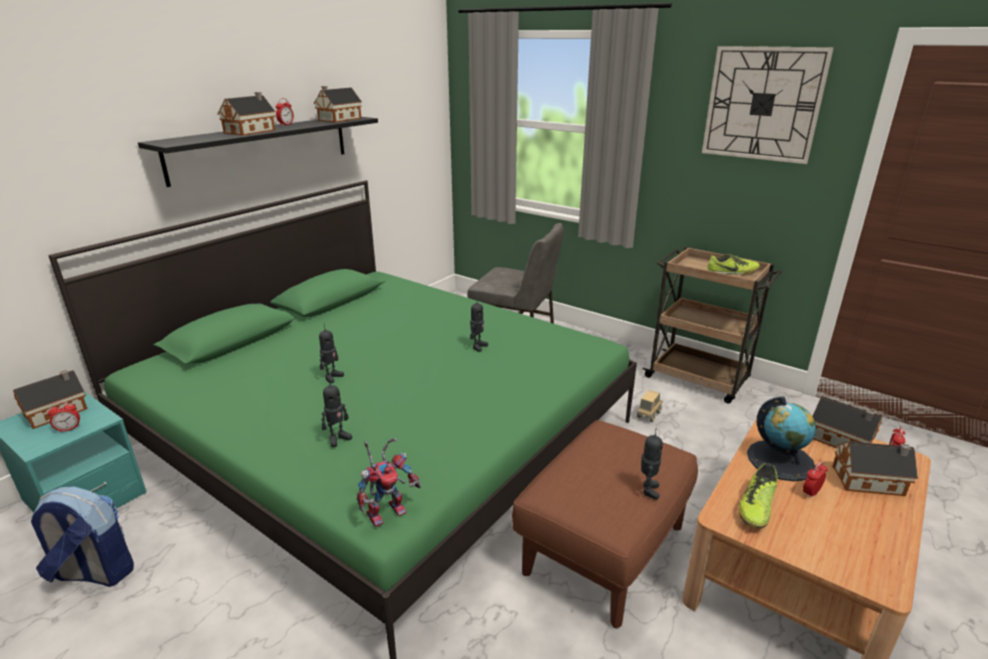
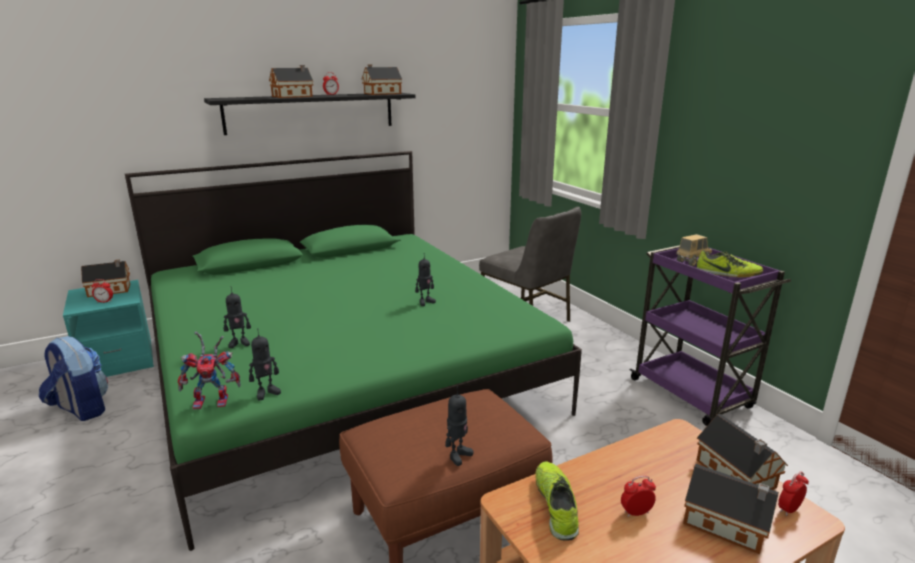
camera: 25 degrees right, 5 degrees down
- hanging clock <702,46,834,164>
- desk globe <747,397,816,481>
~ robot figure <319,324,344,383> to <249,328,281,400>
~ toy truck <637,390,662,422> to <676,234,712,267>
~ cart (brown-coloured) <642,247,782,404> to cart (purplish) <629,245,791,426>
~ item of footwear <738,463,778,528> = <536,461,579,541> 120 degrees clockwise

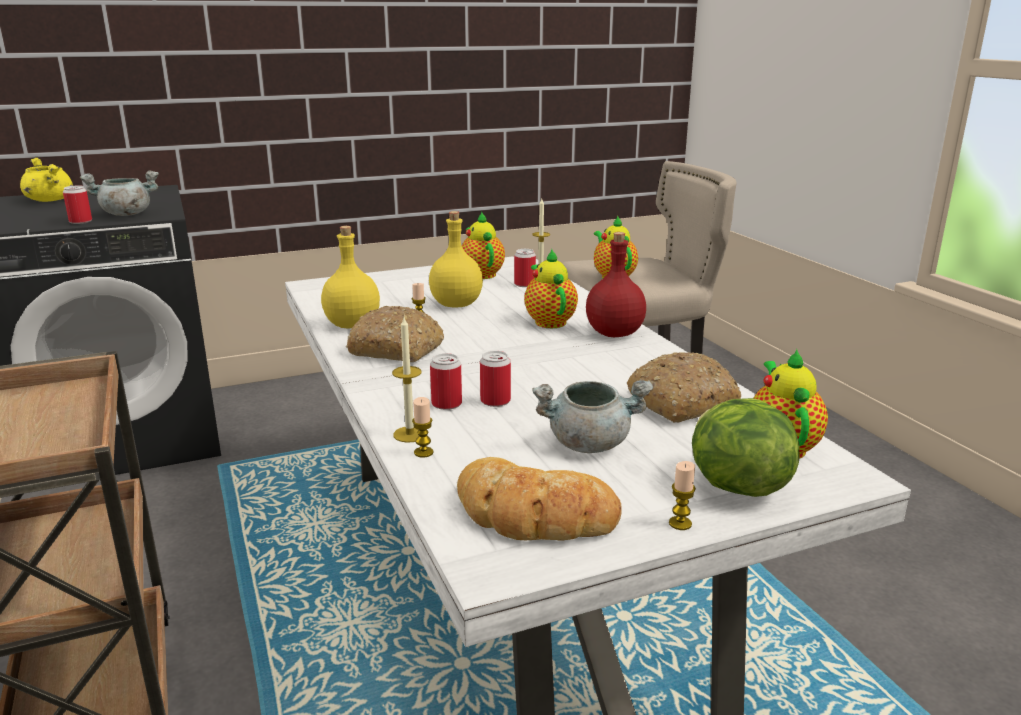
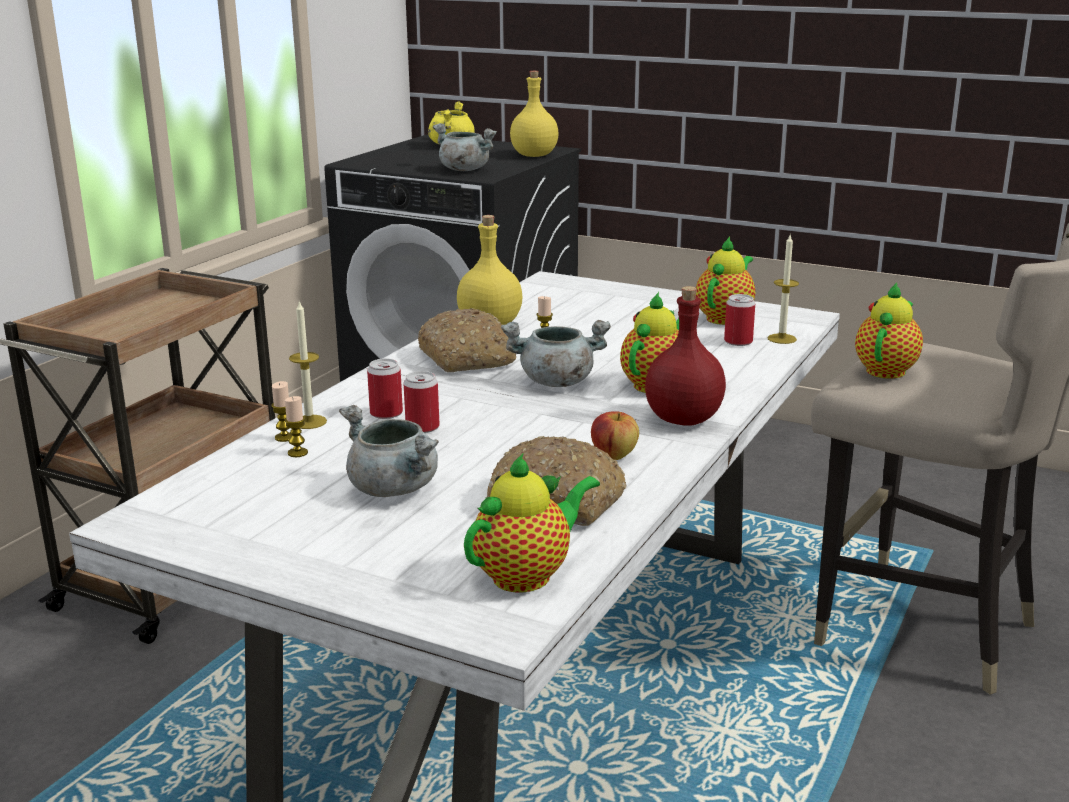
camera: 50 degrees right, 0 degrees up
- metal can <63,185,92,224>
- baked bread <457,457,622,541>
- lettuce head <692,398,799,497>
+ stockpot (gray) <501,320,611,387>
+ apple fruit <591,411,639,460>
~ beverage bottle (yellow) <429,211,483,307> to <510,71,559,157>
~ wax light <669,461,696,530> to <284,396,308,457>

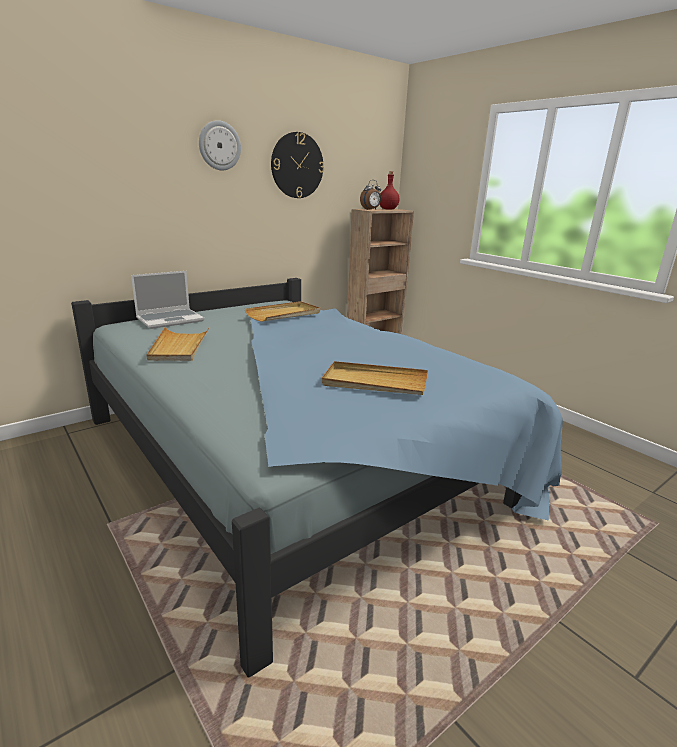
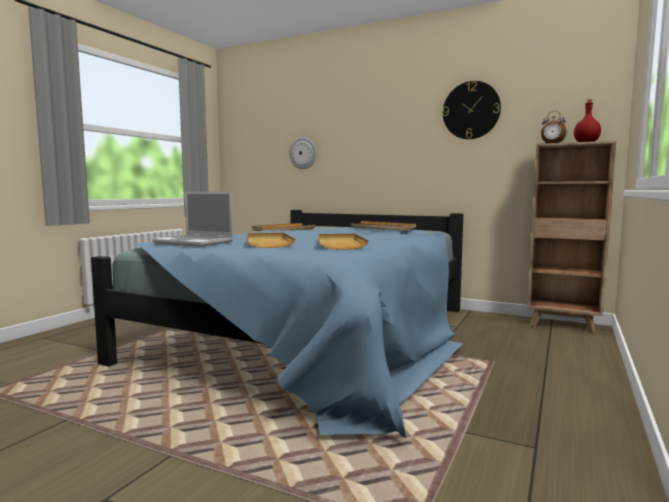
camera: 65 degrees right, 15 degrees down
+ serving tray (beige) <318,234,369,250>
~ laptop <131,271,204,329> to <153,192,233,247>
~ hanging clock <199,120,241,170> to <289,137,317,169>

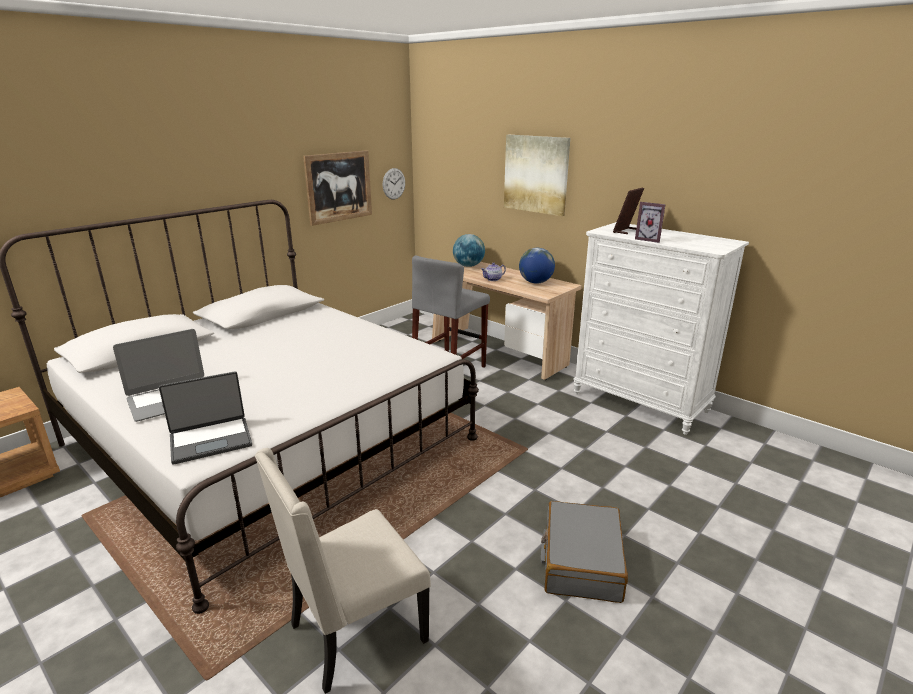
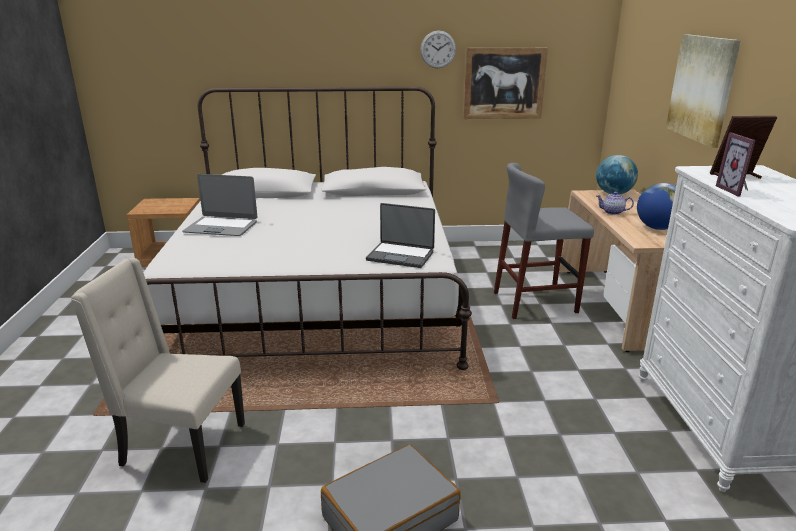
camera: 45 degrees right, 0 degrees up
~ laptop <159,371,252,465> to <366,203,435,268>
~ hanging clock <383,168,405,199> to <420,31,456,68>

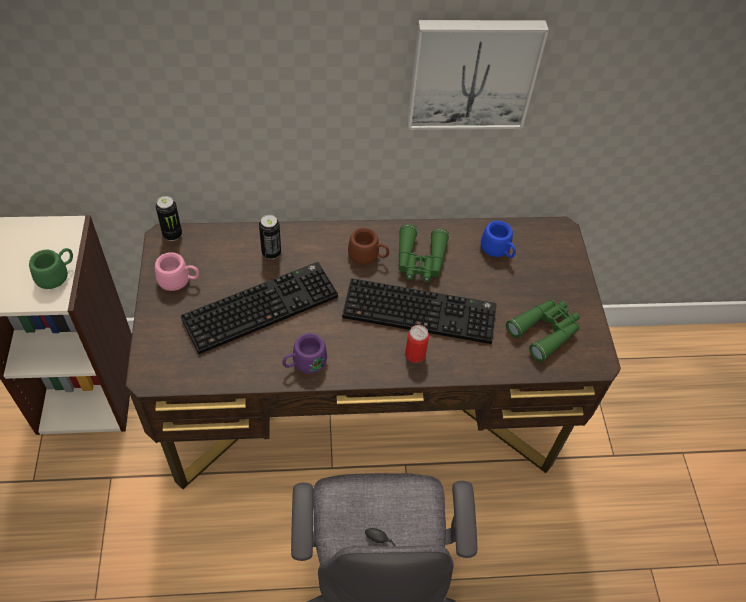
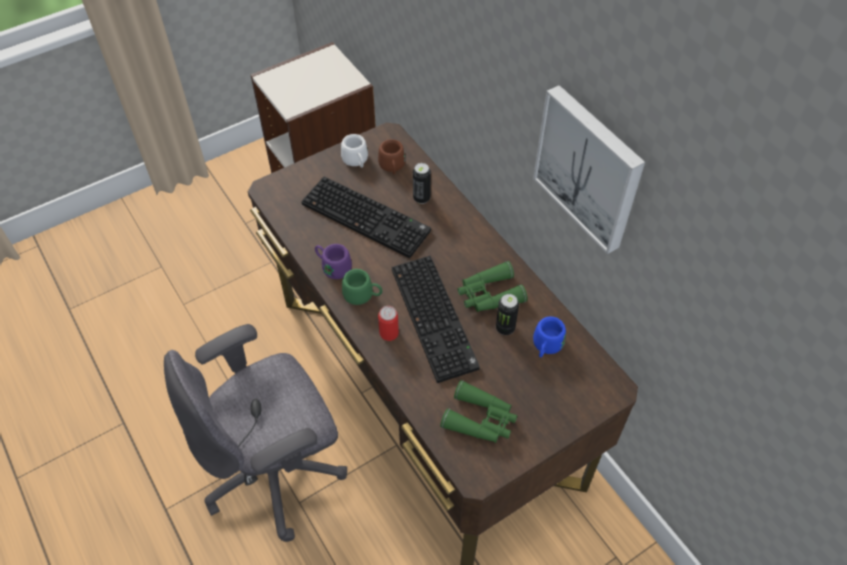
camera: 65 degrees right, 0 degrees up
~ mug (green-coloured) <29,248,73,289> to <342,269,382,305>
~ metal can <156,196,182,241> to <496,294,519,335>
~ mug (brown-coloured) <348,228,389,265> to <378,139,405,174>
~ mug (pink-coloured) <155,252,199,291> to mug (white) <341,134,368,168>

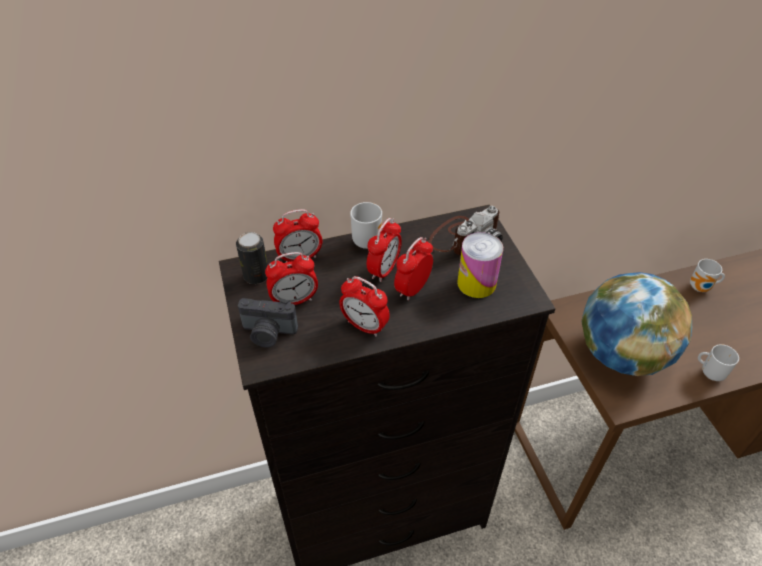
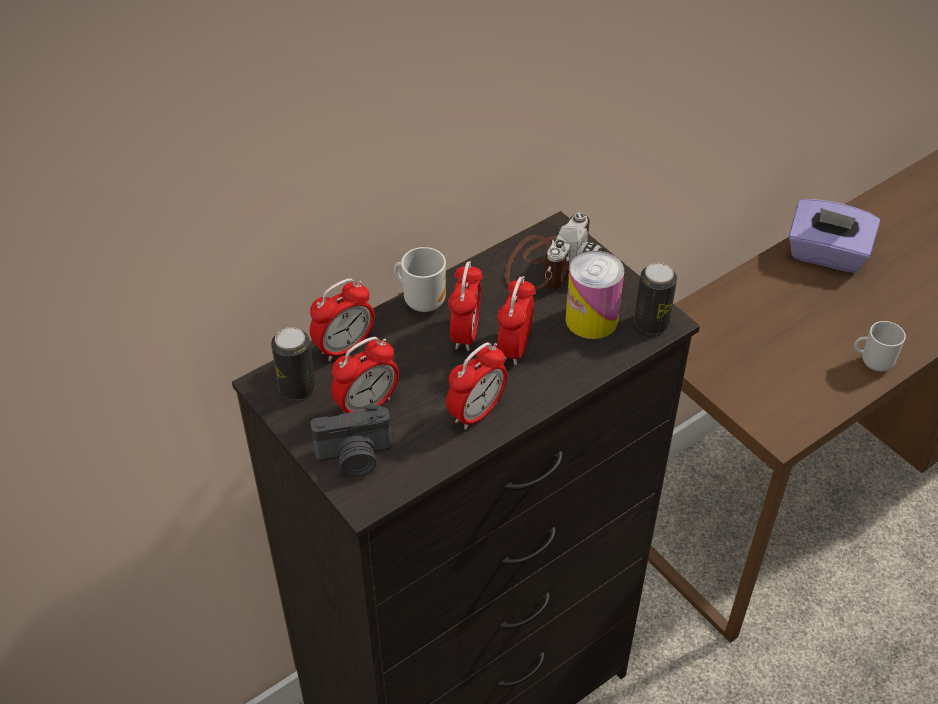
camera: 20 degrees left, 0 degrees up
- desk globe <581,272,692,376>
+ metal can <634,263,677,334>
~ mug <690,259,725,292> to tissue holder (purplish) <789,199,880,273>
~ bedside clock <339,276,390,337> = <446,342,507,430> 60 degrees counterclockwise

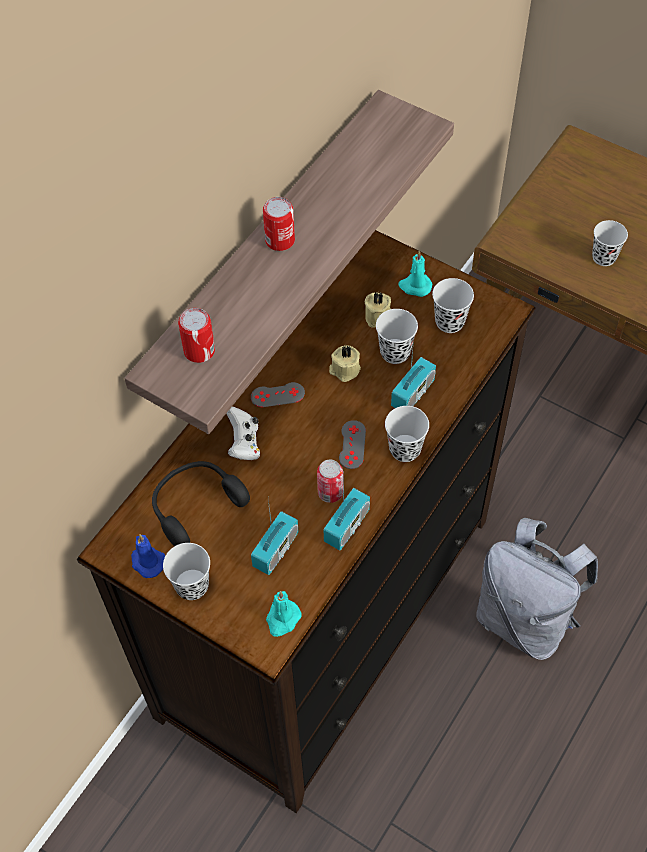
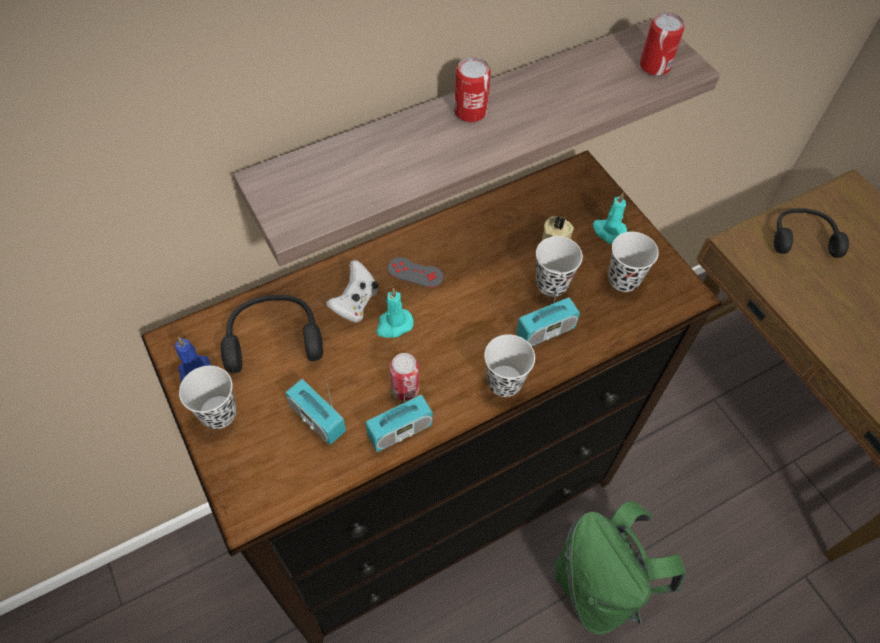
camera: 25 degrees right, 0 degrees up
- wax light (beige) <329,345,361,382>
- game controller (gray) <339,420,366,469>
- drinking cup (black-coloured) <592,220,628,266>
+ headphones (black-coloured) <774,208,849,258>
~ metal can <178,308,215,363> to <640,12,684,76>
~ wax light (turquoise) <266,591,302,637> to <376,288,413,338>
~ knapsack (gray) <476,518,598,660> to knapsack (green-coloured) <554,501,686,635>
~ radio <251,499,298,575> = <285,377,346,445> 75 degrees clockwise

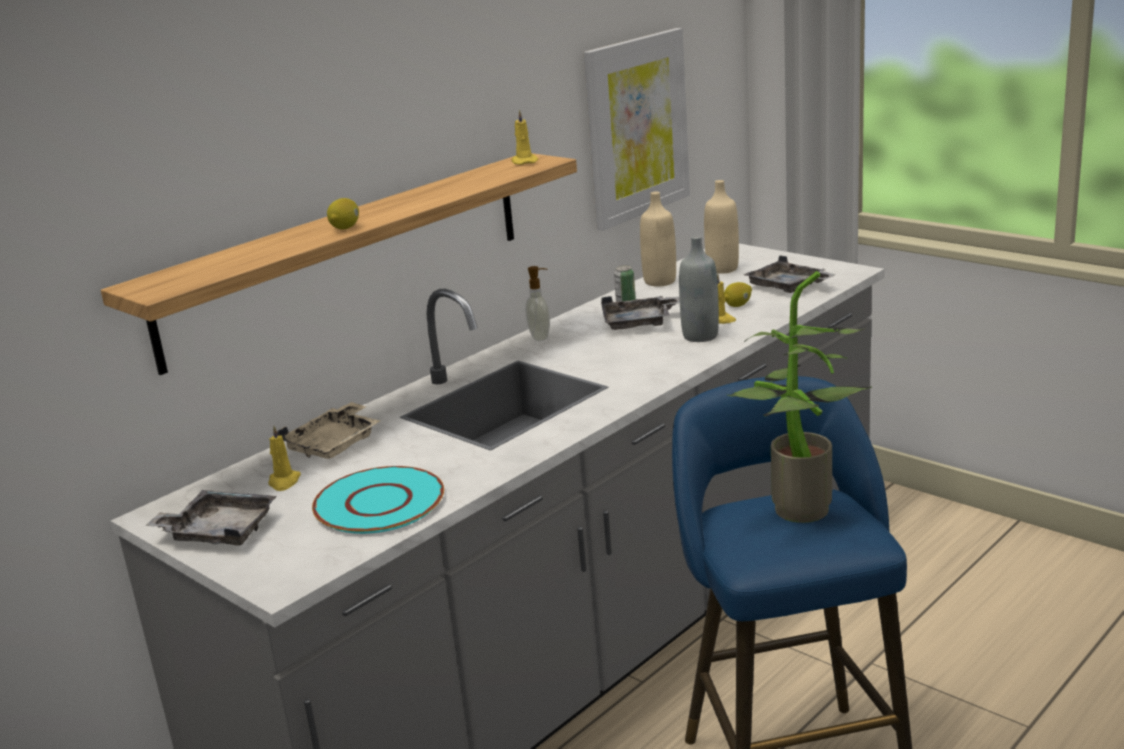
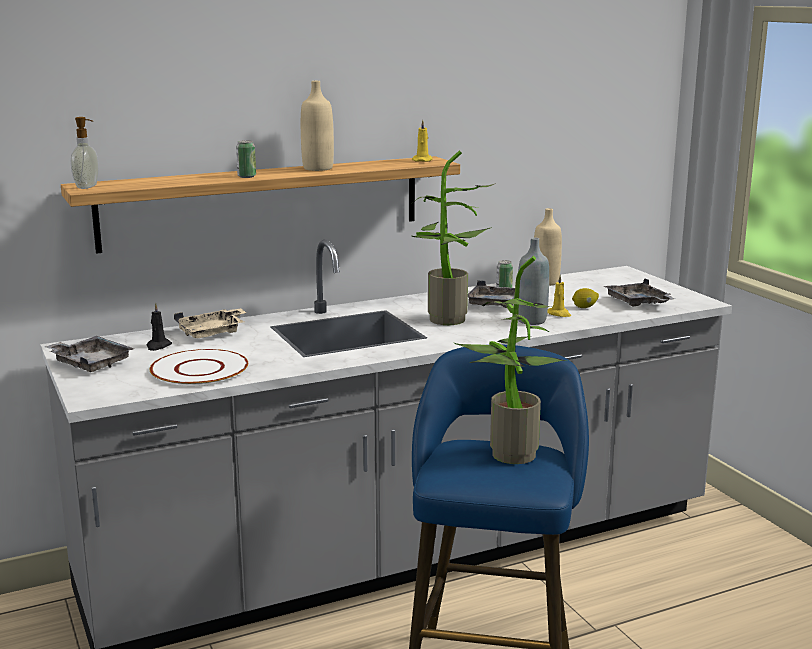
camera: 20 degrees right, 5 degrees down
- wall art <584,28,690,231>
+ houseplant <413,150,496,325>
~ liquid soap bottle <525,266,550,341> to <71,117,99,189>
~ beverage bottle (beige) <704,180,739,274> to <301,81,334,171>
~ whole lemon <327,198,359,230> to metal can <236,140,256,178>
~ wax light (yellow) <268,426,301,491> to wax light (black-coloured) <147,303,172,351>
~ plate (turquoise) <312,466,444,534> to plate (white) <150,349,248,386>

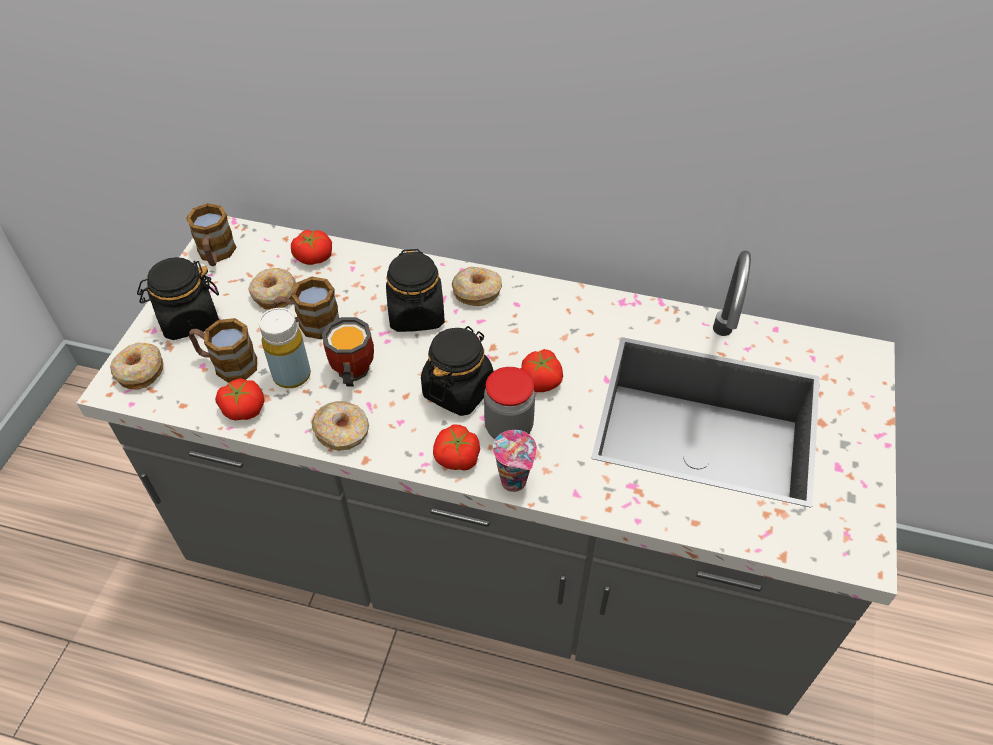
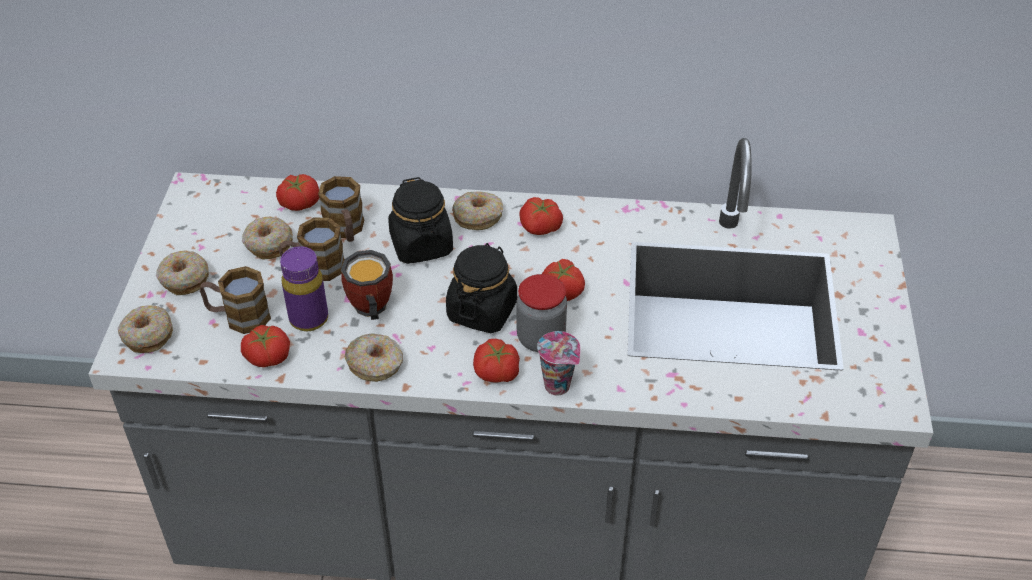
camera: 10 degrees left, 5 degrees down
+ tomato <519,197,563,235>
~ mug <186,203,237,266> to <318,176,364,242>
~ jar (black-coloured) <137,257,219,340> to donut <156,250,209,295>
~ beverage bottle (yellow) <259,308,311,388> to beverage bottle (purplish) <280,246,328,331>

